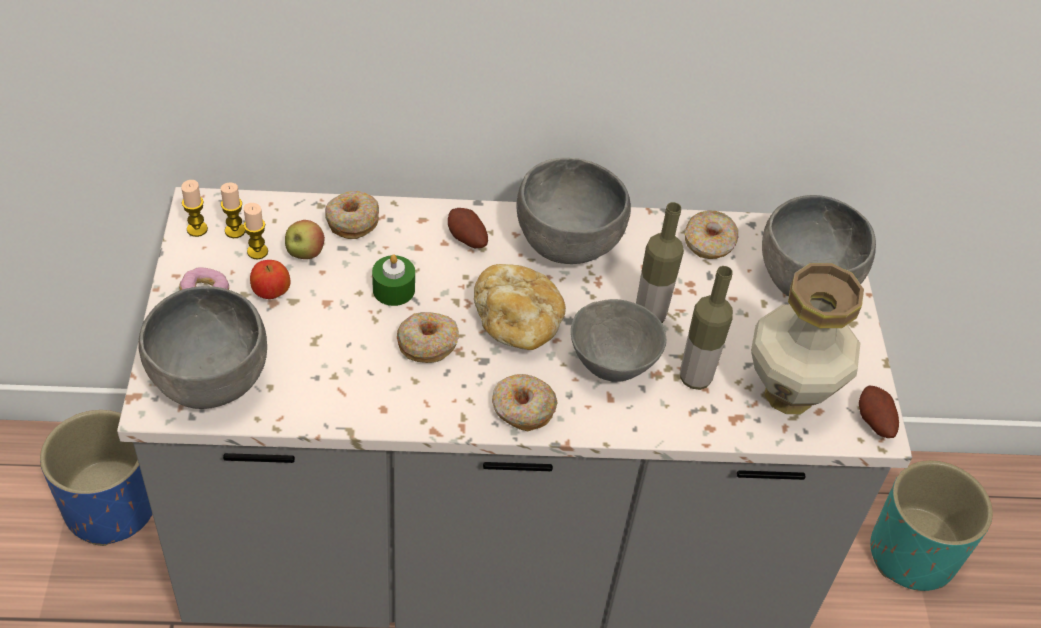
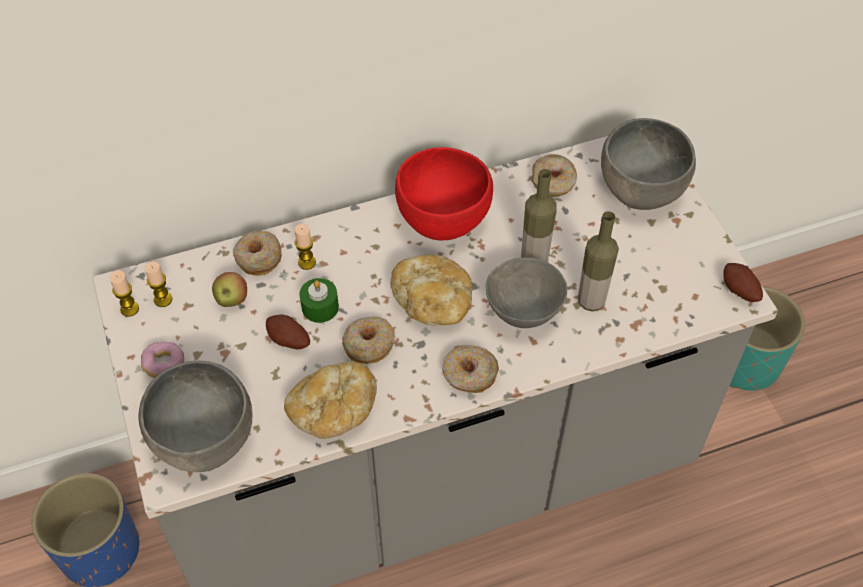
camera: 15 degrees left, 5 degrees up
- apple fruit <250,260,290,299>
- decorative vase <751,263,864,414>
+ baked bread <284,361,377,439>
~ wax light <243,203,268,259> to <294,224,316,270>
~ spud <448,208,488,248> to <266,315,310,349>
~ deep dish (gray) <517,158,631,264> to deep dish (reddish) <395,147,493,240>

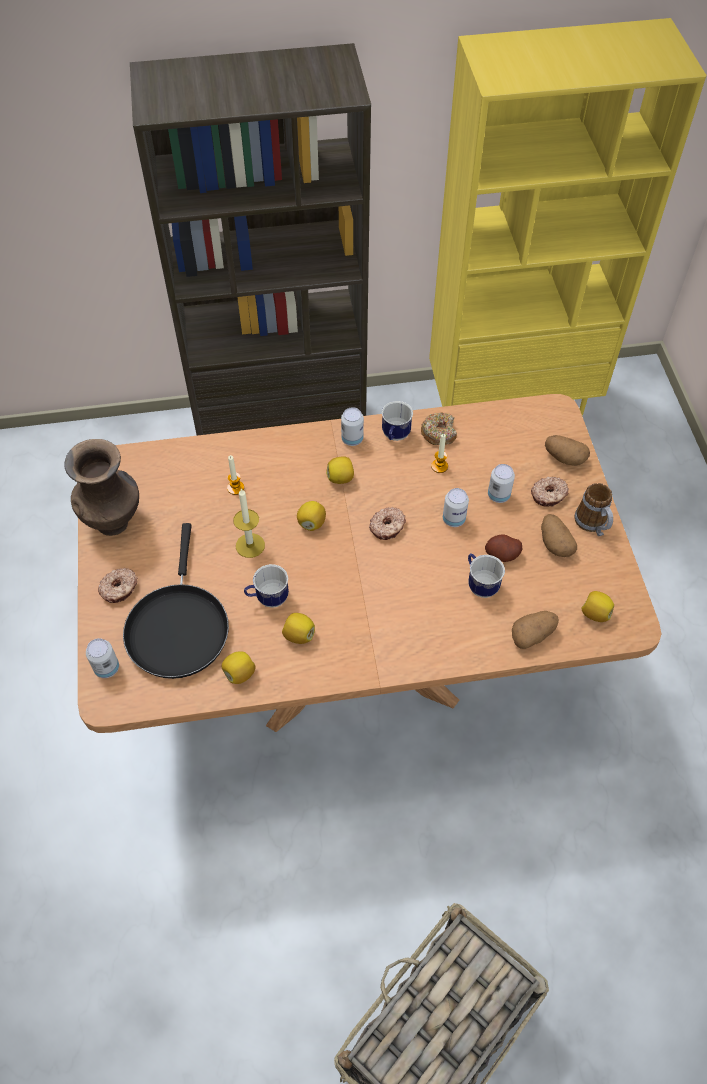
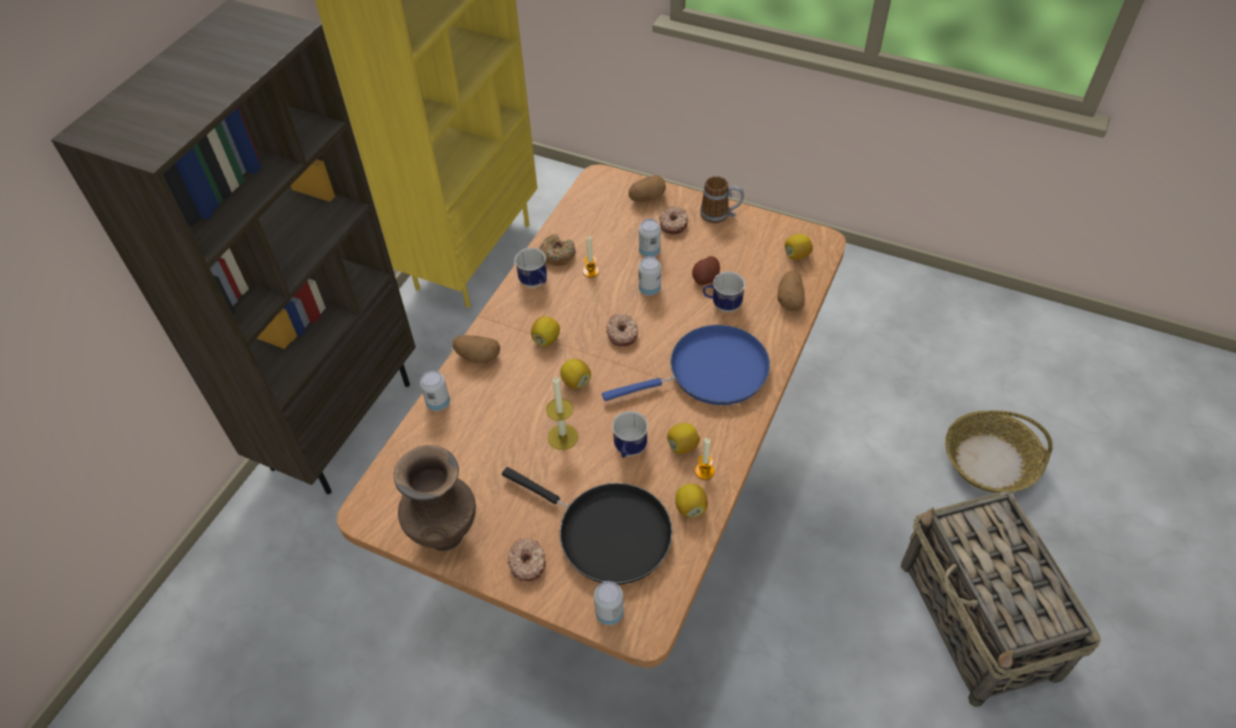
camera: 55 degrees left, 5 degrees down
+ skillet (blue) <602,325,770,405>
+ storage basket <945,410,1053,493>
~ wax light <227,455,244,495> to <695,438,714,480>
~ metal can <341,407,364,446> to <420,370,450,411>
~ spud <541,514,577,557> to <453,335,500,363>

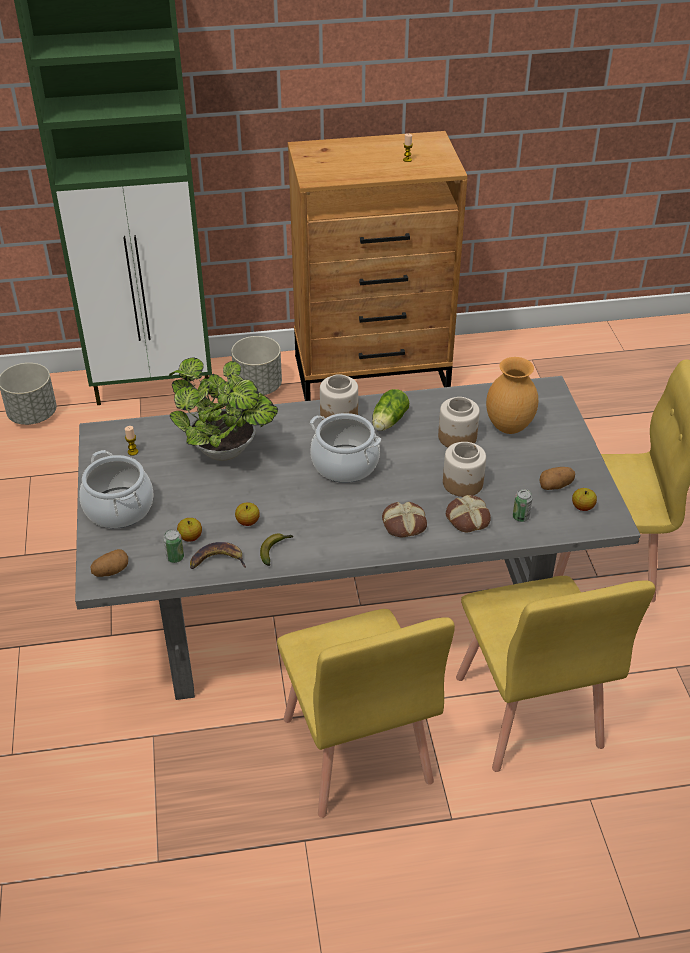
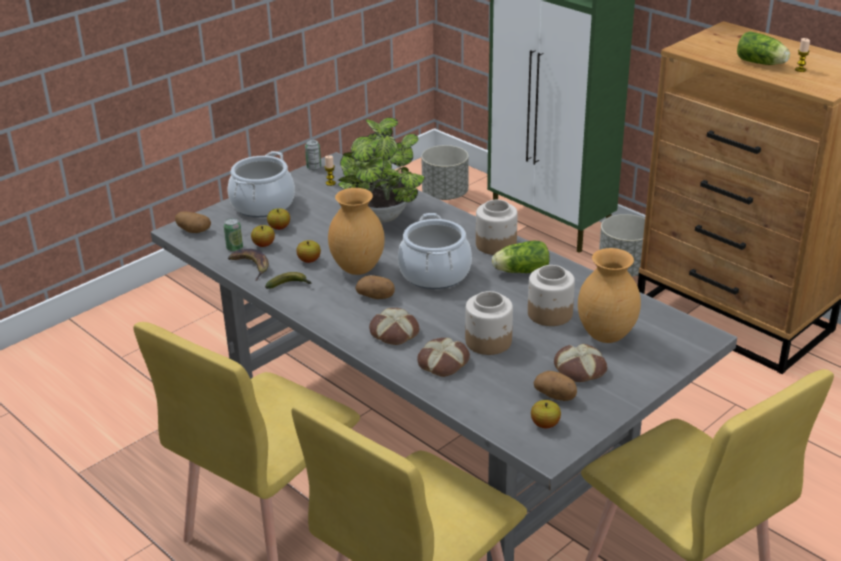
camera: 55 degrees right, 10 degrees down
+ apple fruit <267,208,290,230>
+ decorative vase (brown-coloured) <328,188,385,275>
+ spud <355,275,395,299>
+ baked bread <554,344,607,382>
+ lettuce head <737,31,790,65>
~ metal can <513,489,533,522> to <305,140,321,170>

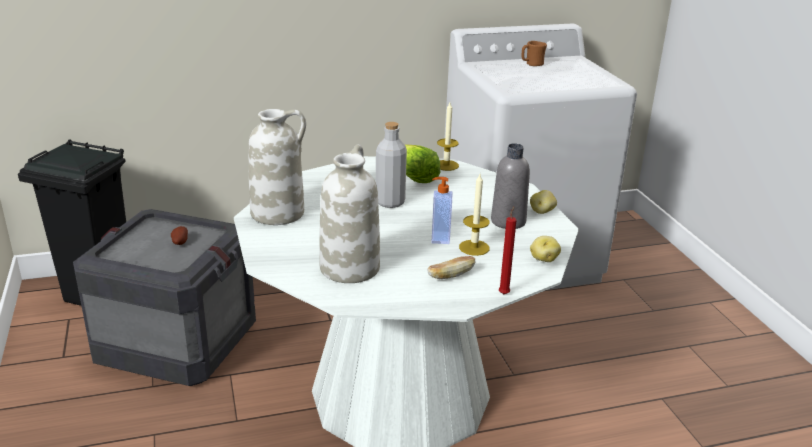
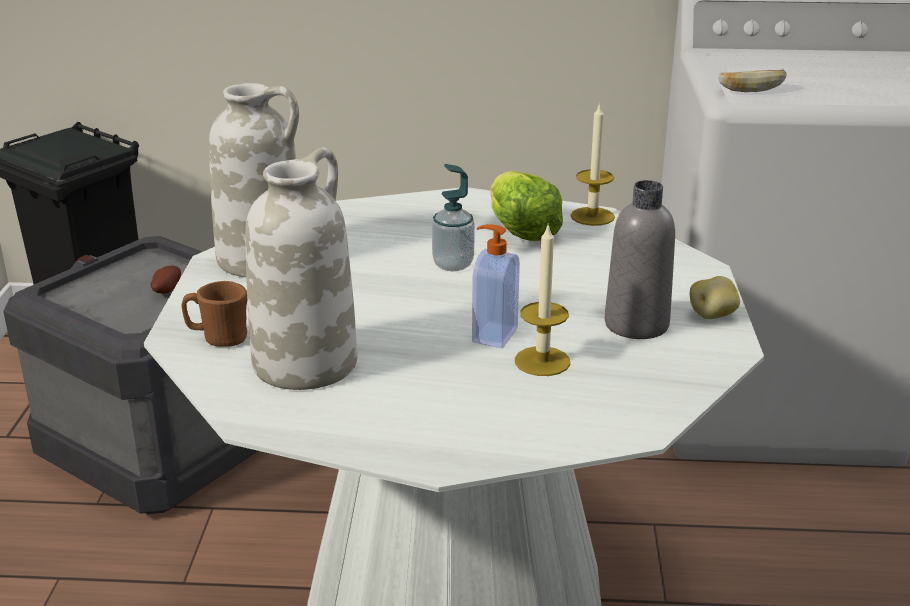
camera: 20 degrees right, 0 degrees up
- wax light (reddish) <499,206,516,294>
- spud <530,236,561,262>
~ baked bread <427,256,475,279> to <718,69,787,92>
~ mug (brown-coloured) <522,41,547,66> to <182,281,247,346>
~ beverage bottle (gray) <376,122,407,208> to liquid soap bottle <432,164,475,271>

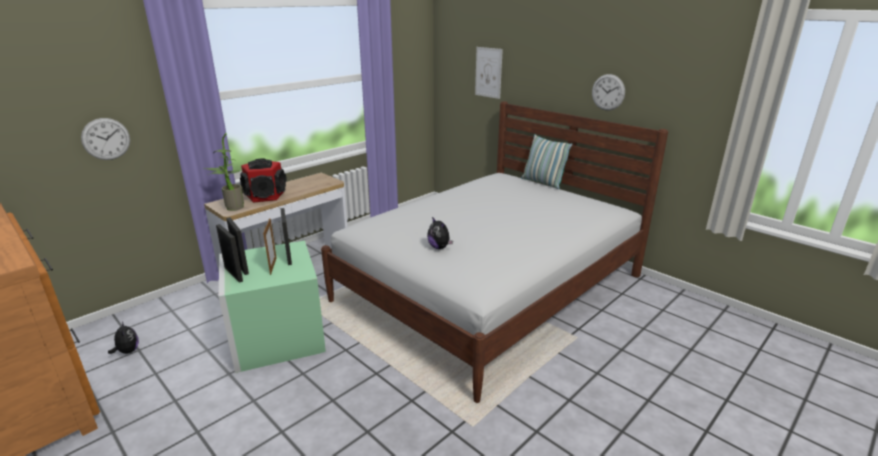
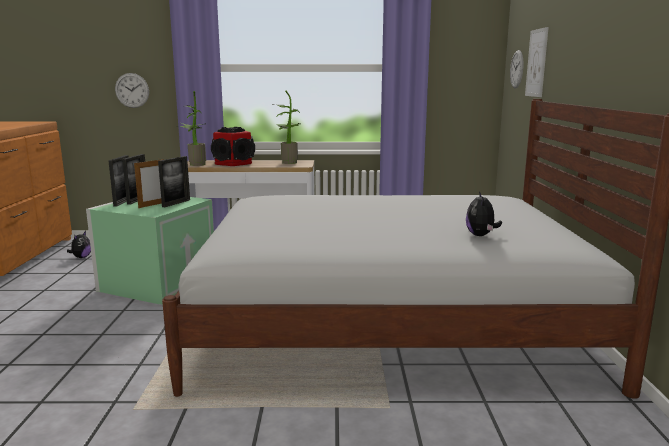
camera: 45 degrees right, 10 degrees down
- throw pillow <521,134,572,189>
+ houseplant <272,91,300,164>
~ soft toy <427,217,453,249> to <466,192,502,236>
~ hanging clock <592,74,625,110> to <510,50,524,88>

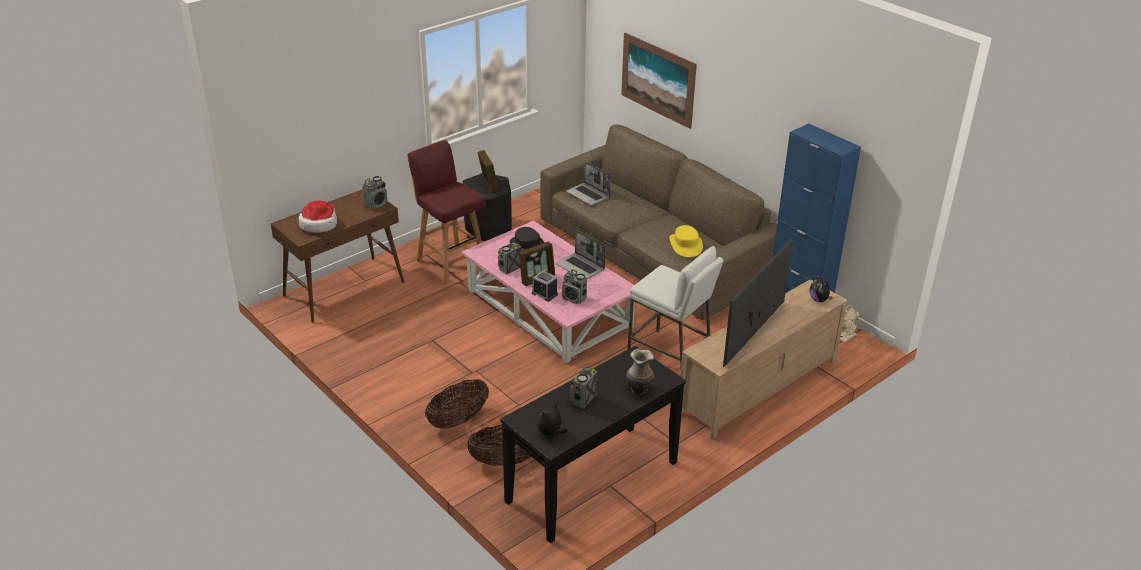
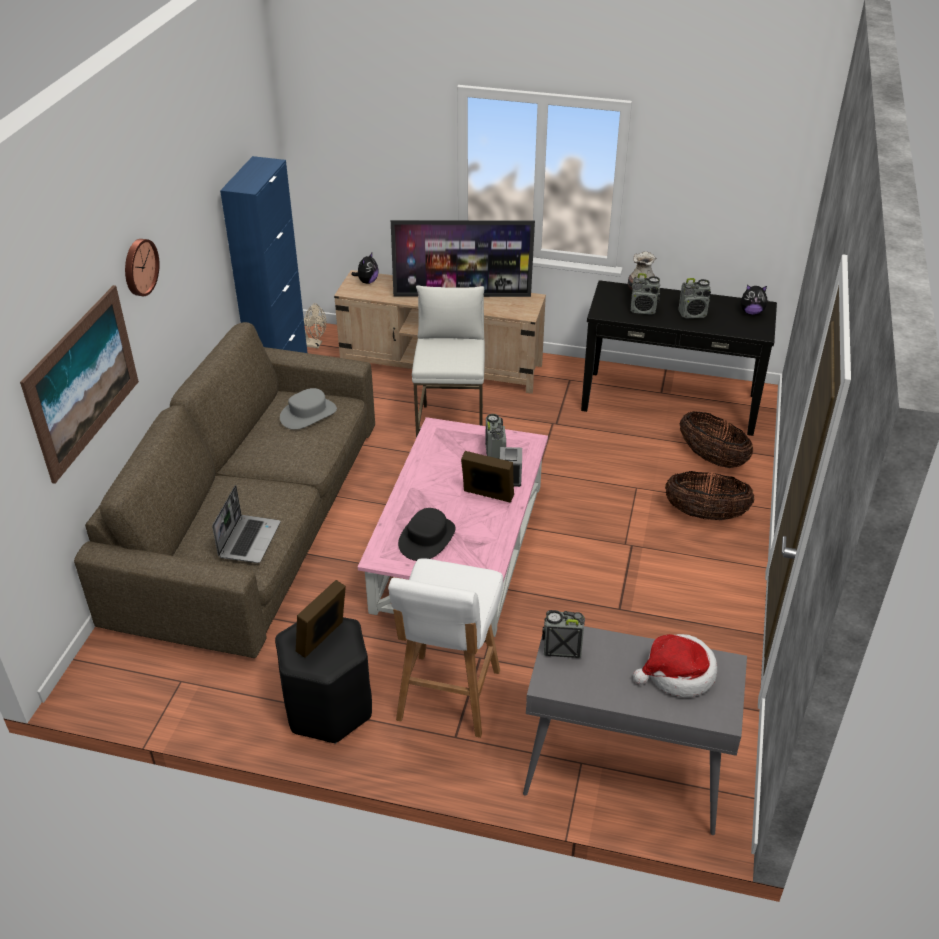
camera: 125 degrees left, 5 degrees up
- laptop <556,230,606,279>
+ hanging clock <125,239,160,296>
~ radio <498,242,521,275> to <630,273,660,315>
~ hall table (brown-coloured) <271,189,404,322> to hall table (gray) <523,626,747,835>
~ sitting stool (reddish) <407,140,486,283> to sitting stool (white) <388,558,503,738>
~ clothing hat (yellow) <669,225,703,257> to clothing hat (gray) <280,388,337,430>

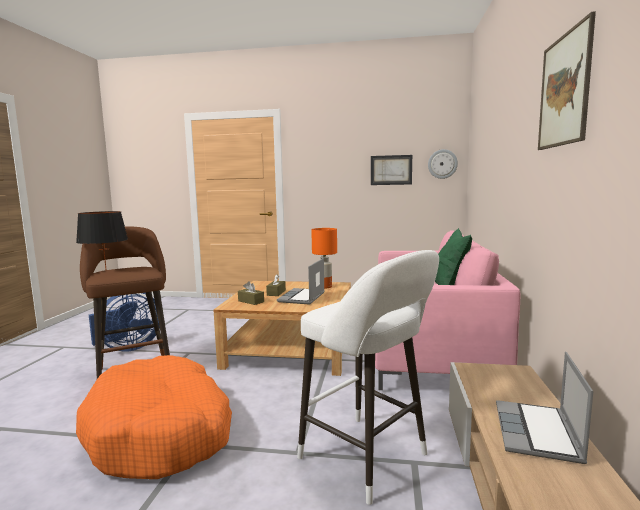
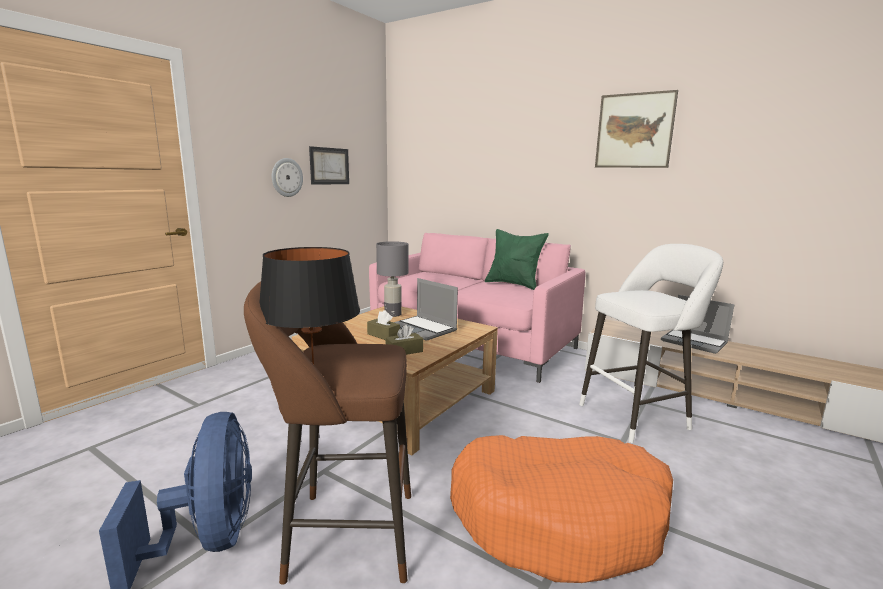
camera: 65 degrees left, 5 degrees up
~ hanging clock <428,149,458,179> to <272,158,303,197>
~ table lamp (orange-coloured) <311,228,337,288> to table lamp (gray) <376,241,408,317>

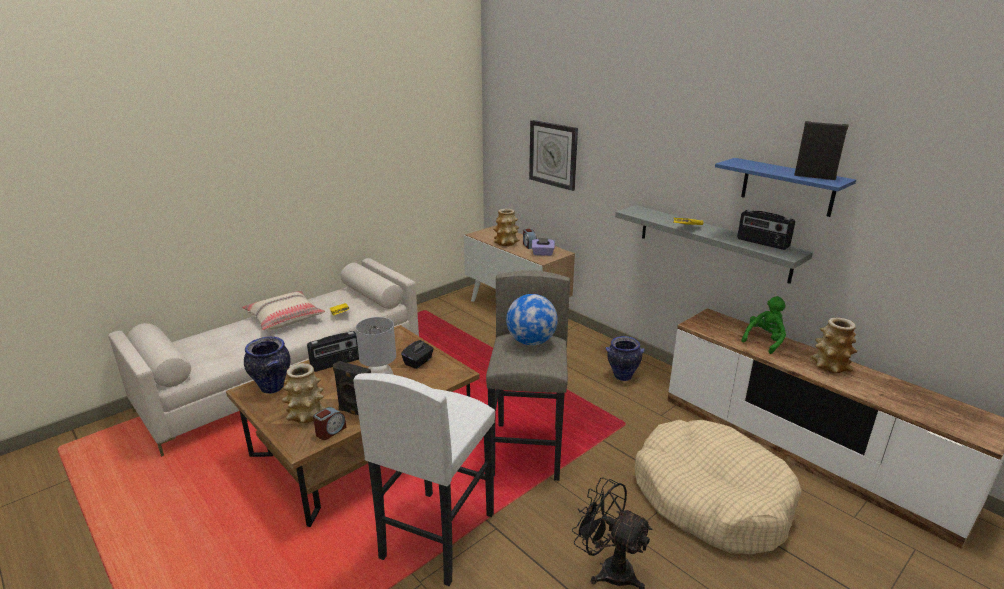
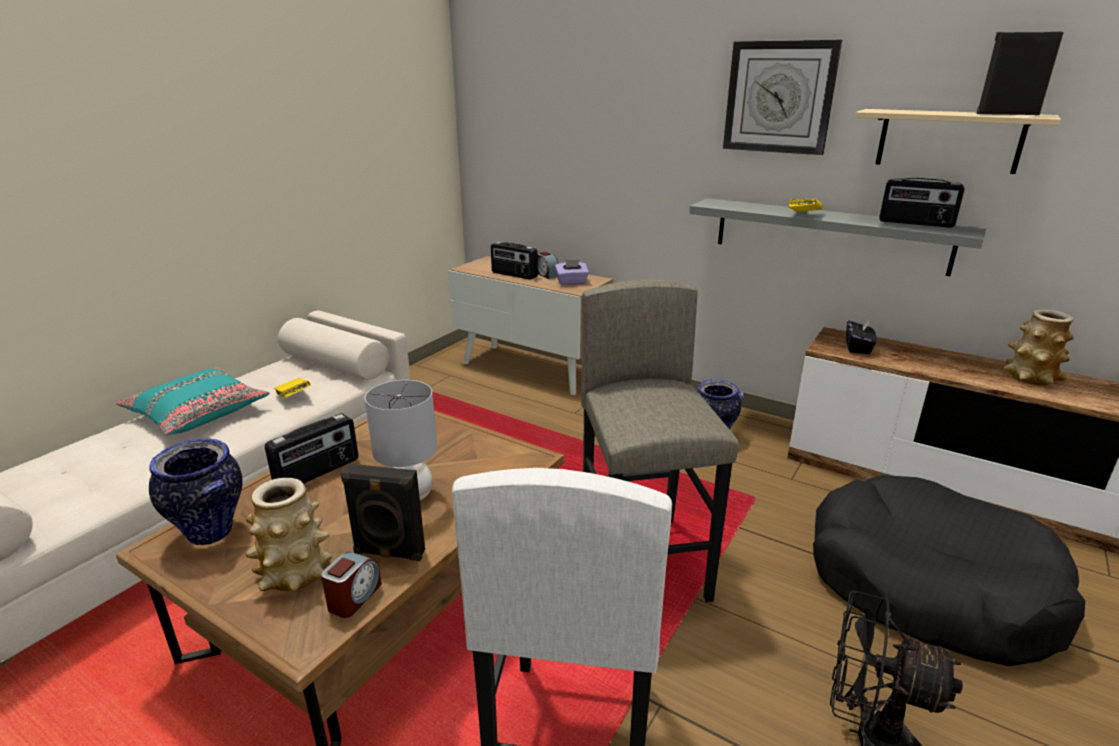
camera: 15 degrees left, 0 degrees up
- desk globe <506,294,558,345>
- soft toy (green-coloured) <741,296,786,354>
~ tissue holder (black-coloured) <401,340,434,369> to <846,319,877,354>
~ hanging clock <529,120,578,191> to <723,40,842,155>
~ decorative vase <493,209,519,246> to radio <491,242,538,280>
~ throw pillow (beige) <242,291,325,331> to throw pillow (turquoise) <116,367,270,436>
~ dog cushion (beige) <635,420,802,554> to dog cushion (black-coloured) <813,475,1085,666>
~ bracket shelf (blue) <715,158,856,217> to bracket shelf (beige) <855,109,1061,174>

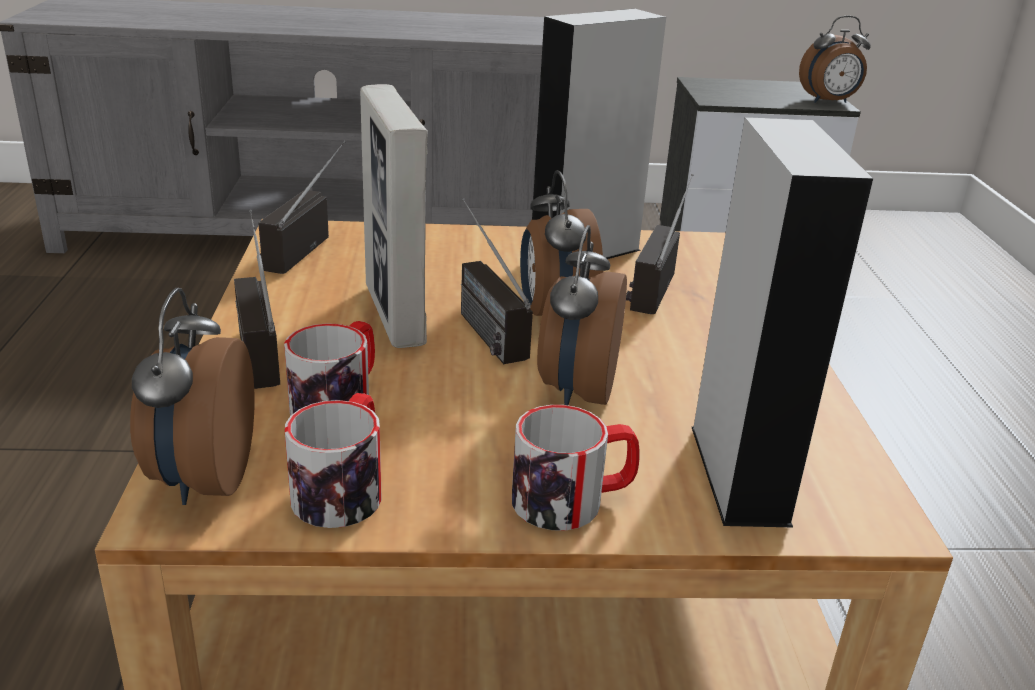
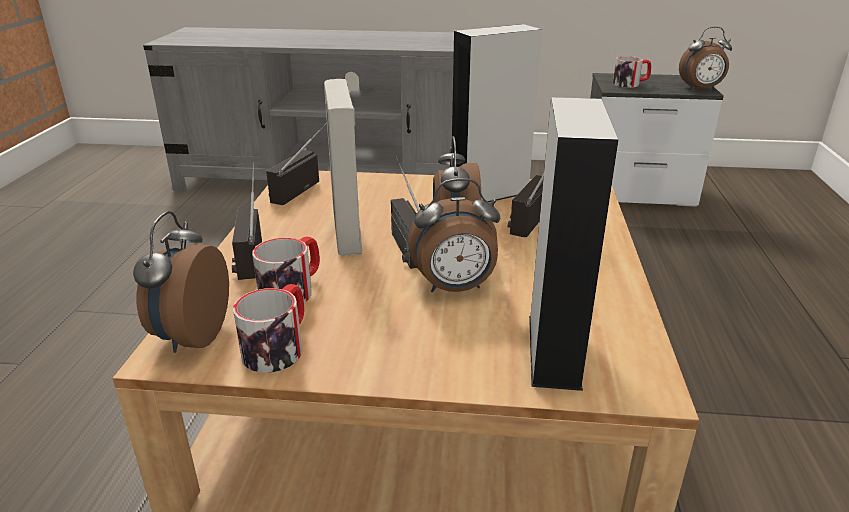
camera: 10 degrees right, 0 degrees up
~ mug <512,405,640,530> to <613,56,651,88>
~ bedside clock <537,225,627,405> = <408,178,500,292> 120 degrees counterclockwise

